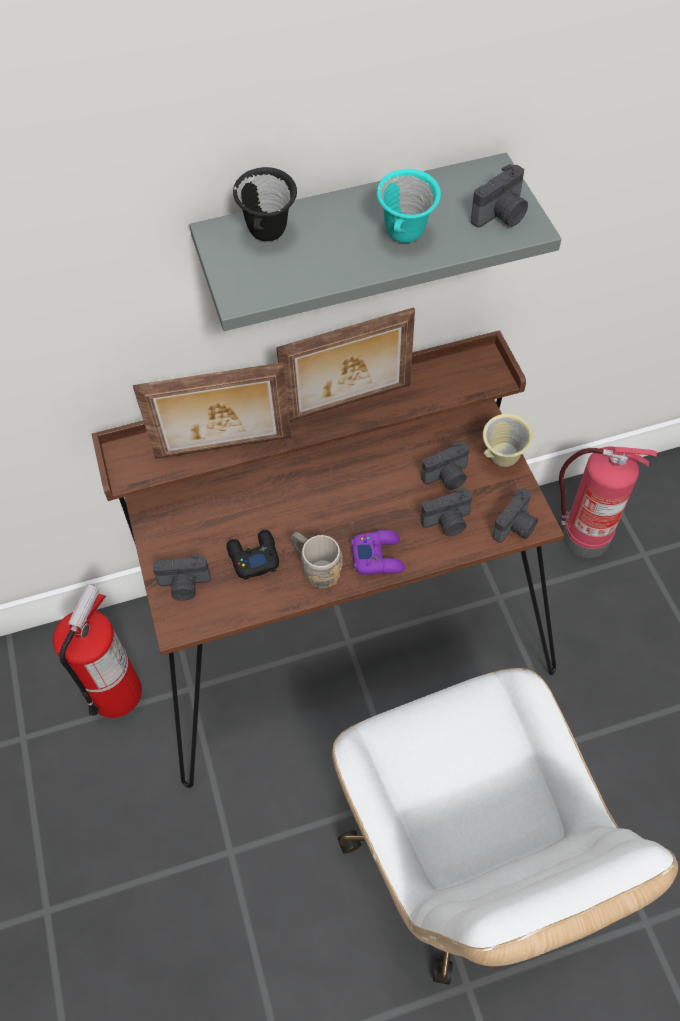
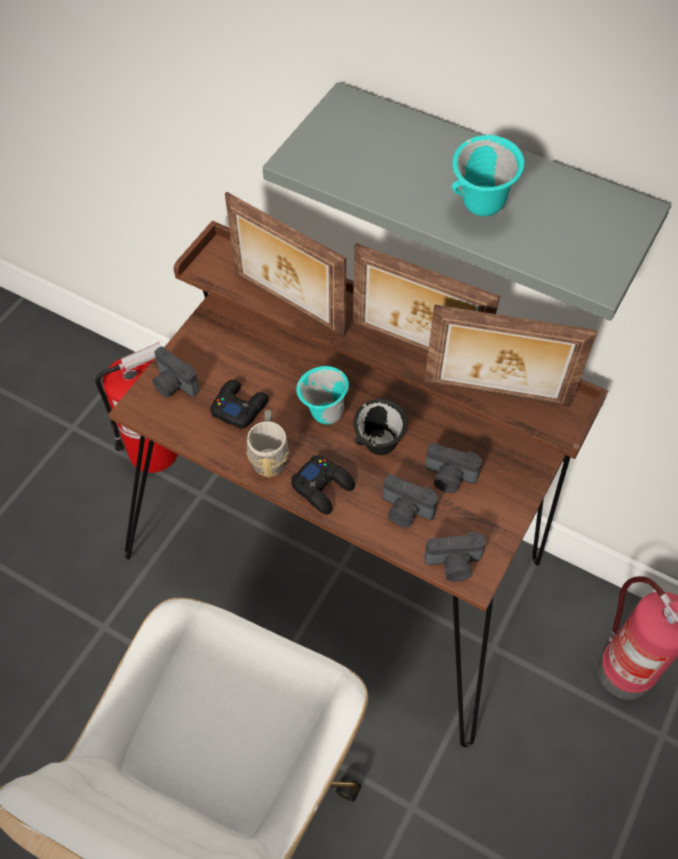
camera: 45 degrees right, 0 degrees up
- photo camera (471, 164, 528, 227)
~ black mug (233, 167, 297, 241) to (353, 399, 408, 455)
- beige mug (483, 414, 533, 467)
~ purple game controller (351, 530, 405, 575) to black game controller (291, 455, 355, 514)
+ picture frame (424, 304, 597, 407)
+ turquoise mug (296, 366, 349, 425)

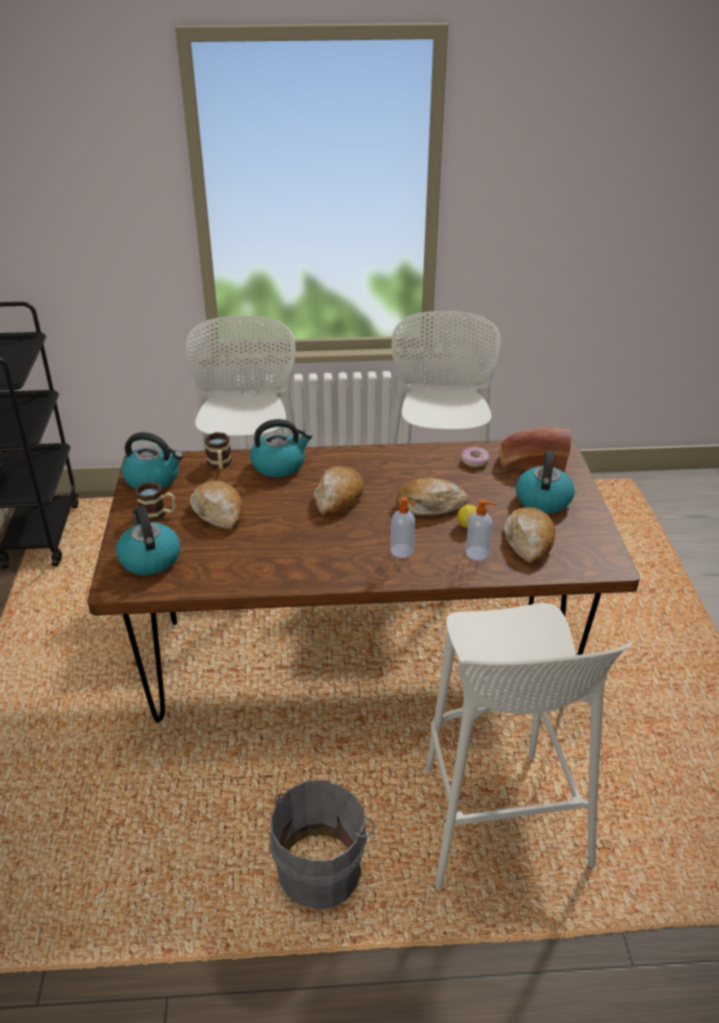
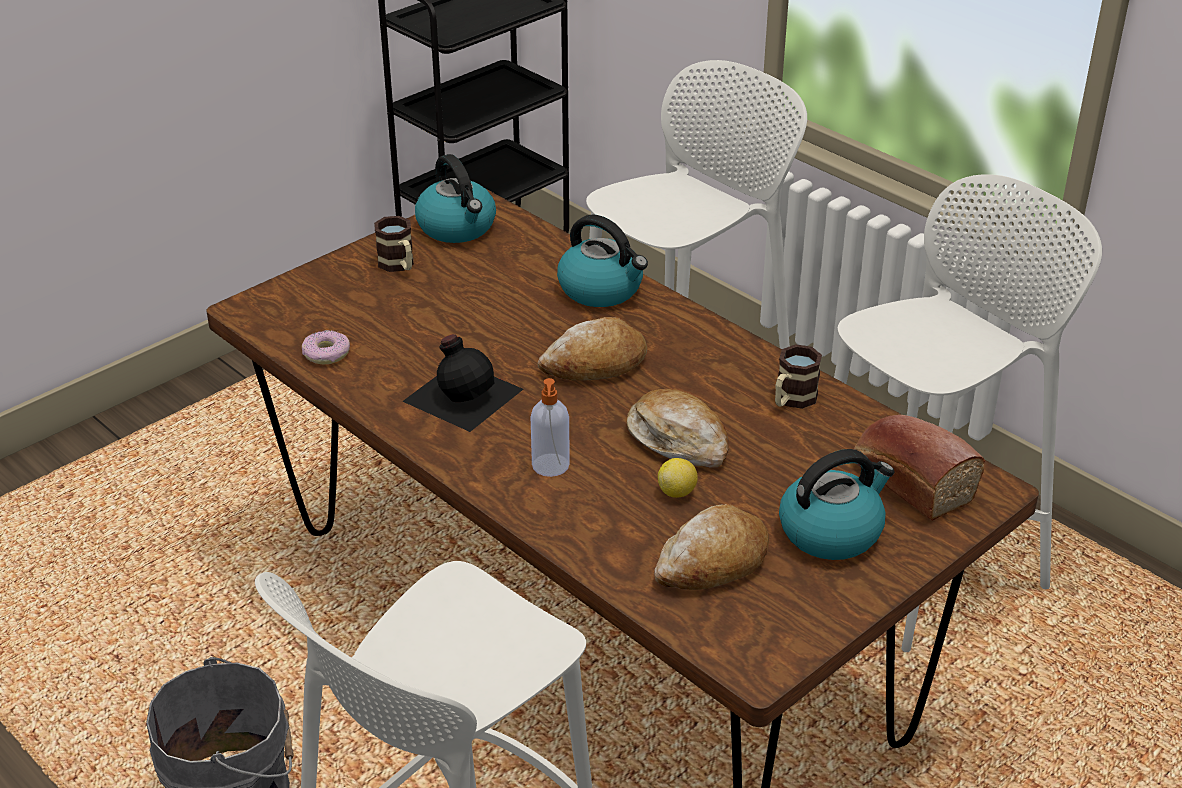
camera: 50 degrees right, 0 degrees up
~ mug (204, 432, 232, 469) to (775, 344, 822, 409)
~ donut (461, 447, 489, 467) to (302, 330, 350, 364)
- bread (190, 480, 243, 530)
- soap dispenser (466, 499, 497, 560)
- kettle (116, 506, 180, 575)
+ black bottle (402, 334, 523, 432)

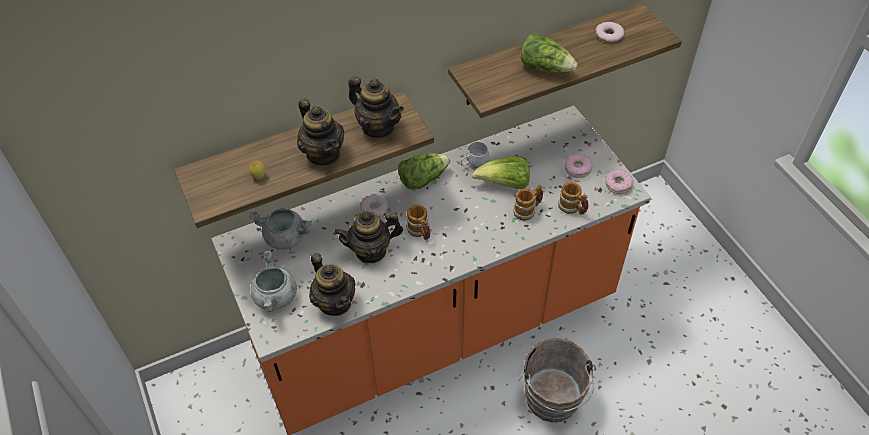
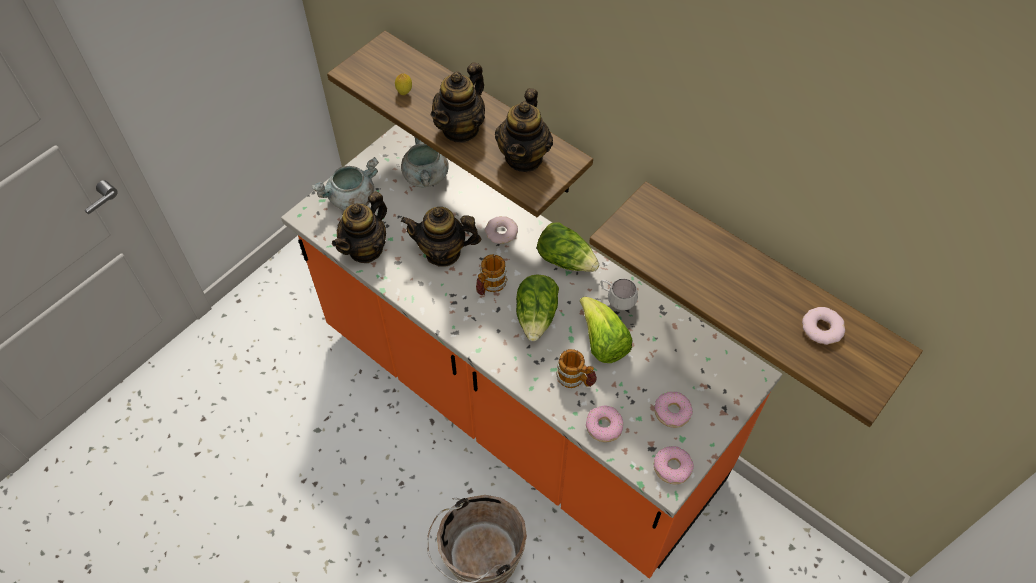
camera: 65 degrees right, 5 degrees up
~ lettuce (521, 33, 578, 73) to (516, 274, 559, 341)
~ mug (558, 182, 589, 215) to donut (586, 406, 623, 442)
~ teapot (334, 211, 403, 263) = (401, 207, 481, 266) 45 degrees counterclockwise

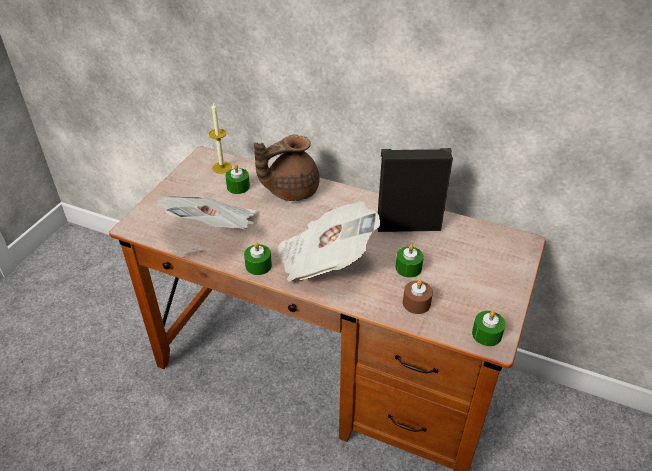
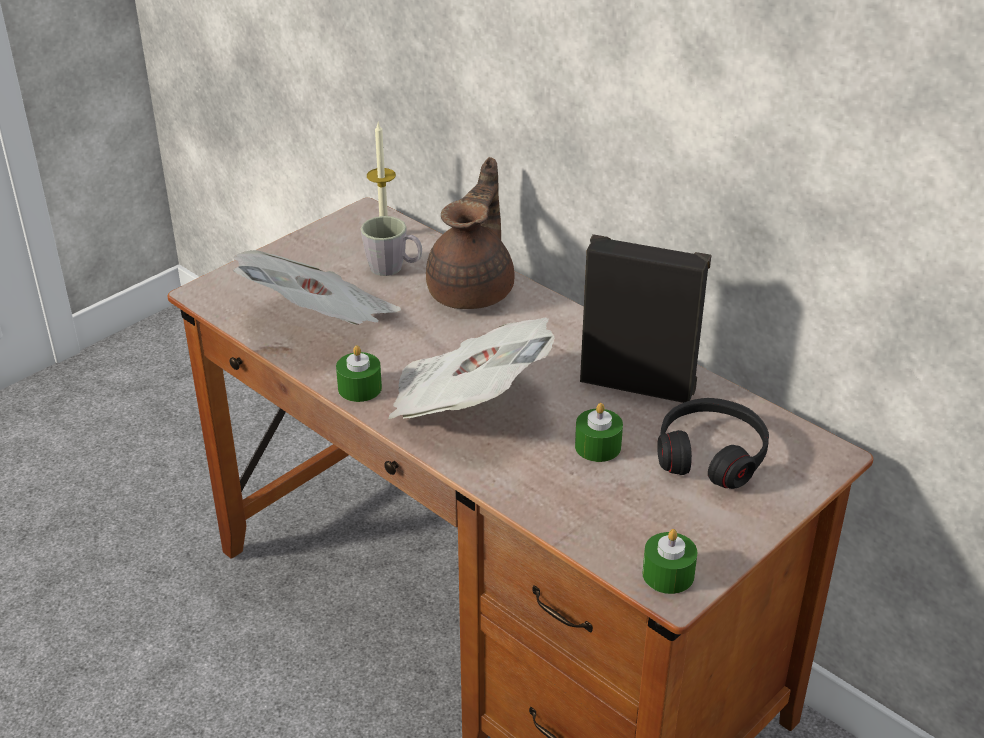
camera: 20 degrees right, 5 degrees down
~ brown teapot (254, 135, 320, 201) = (426, 157, 515, 309) 120 degrees clockwise
~ green candle (225, 165, 250, 194) to grey mug (361, 216, 422, 276)
- brown candle (403, 280, 433, 314)
+ black headphones (657, 398, 769, 489)

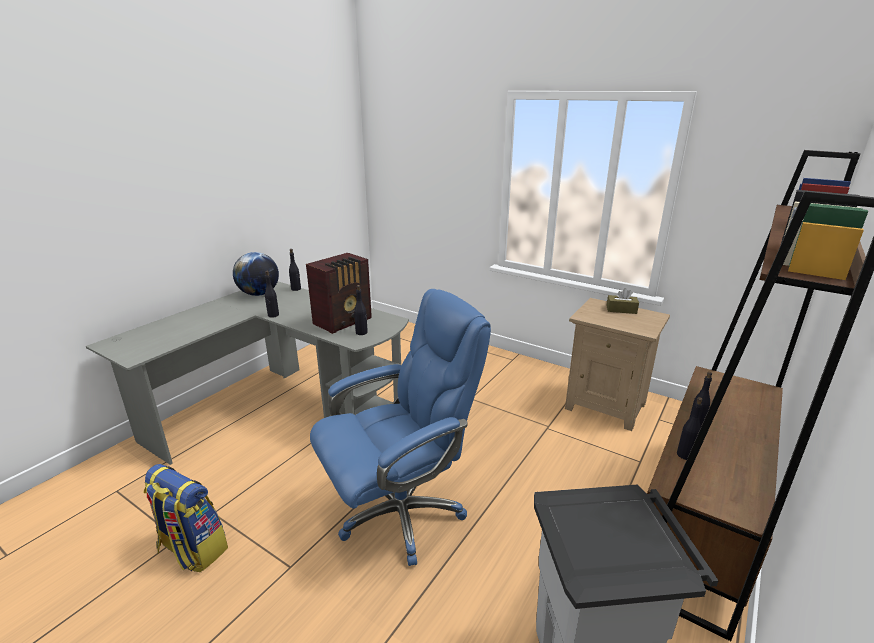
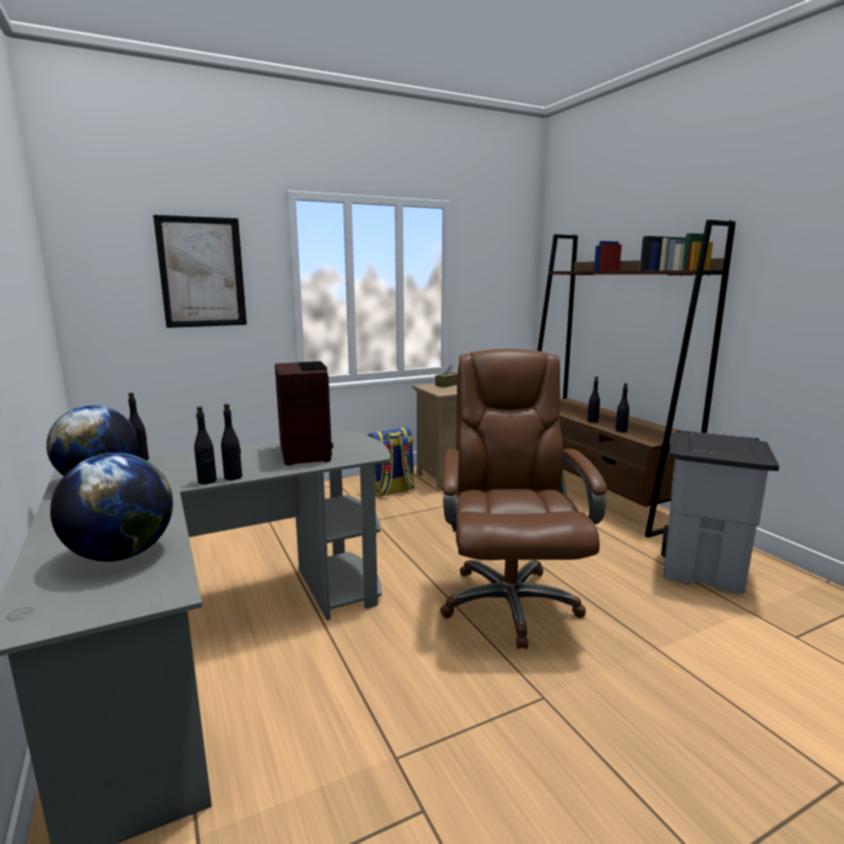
camera: 60 degrees left, 10 degrees down
~ black bottle (354, 285, 368, 335) to (221, 404, 242, 480)
~ blue office chair (310, 289, 491, 566) to brown office chair (440, 349, 607, 649)
~ backpack (144, 464, 228, 572) to (368, 427, 415, 497)
+ picture (153, 215, 247, 328)
+ globe (50, 453, 173, 561)

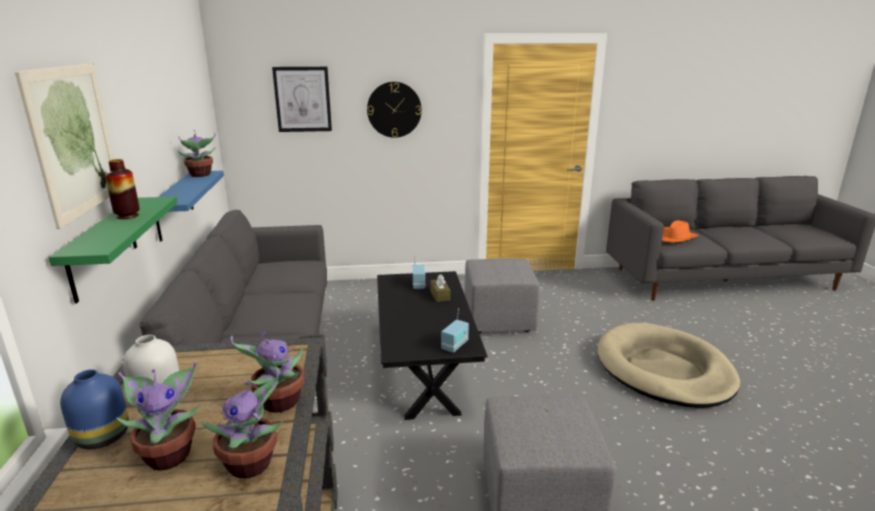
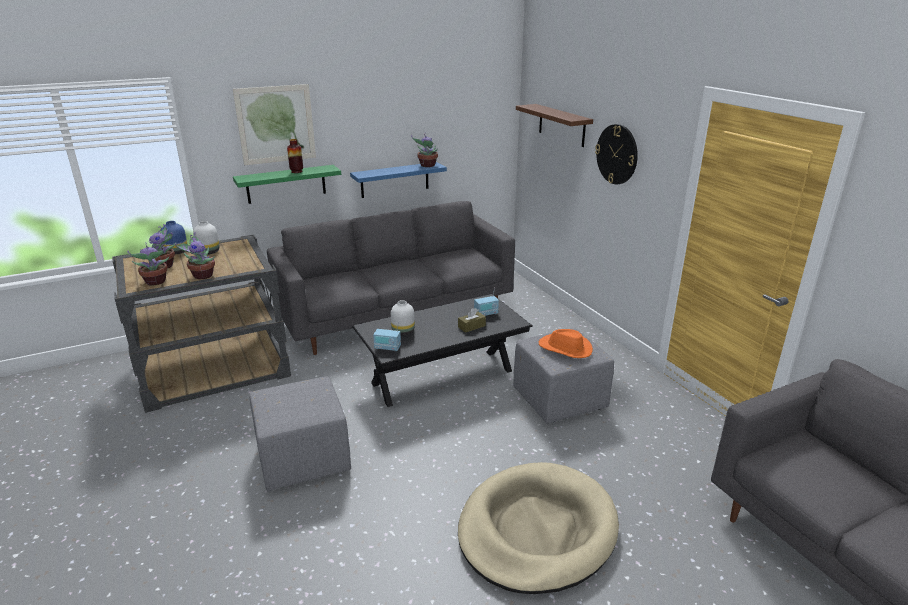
camera: 70 degrees right, 5 degrees up
~ picture (272, 67, 332, 132) to brown shelf (516, 104, 593, 147)
~ orange hat (662, 221, 699, 243) to (539, 329, 593, 358)
+ white vase (391, 300, 415, 335)

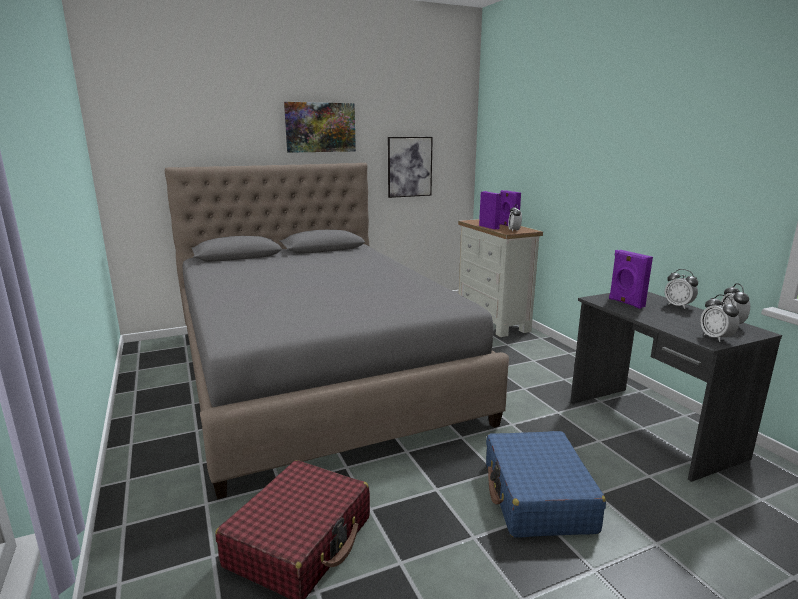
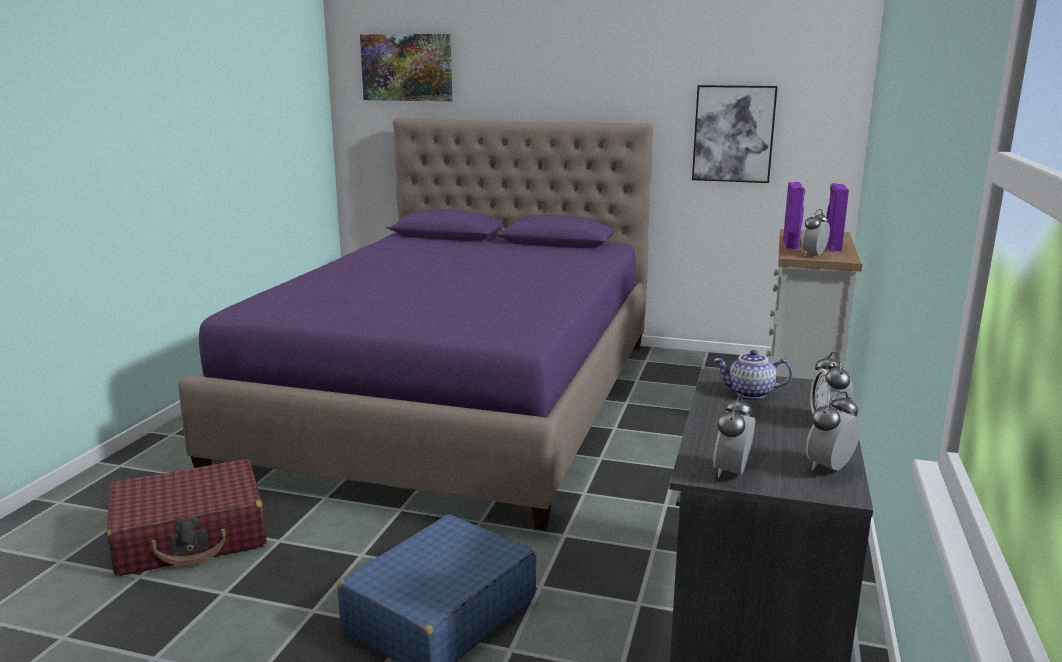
camera: 40 degrees right, 0 degrees up
~ picture (284, 102, 356, 153) to (360, 34, 452, 101)
~ grey bed (164, 163, 509, 499) to purple bed (178, 118, 653, 530)
~ purple speaker (609, 250, 653, 309) to teapot (714, 350, 792, 399)

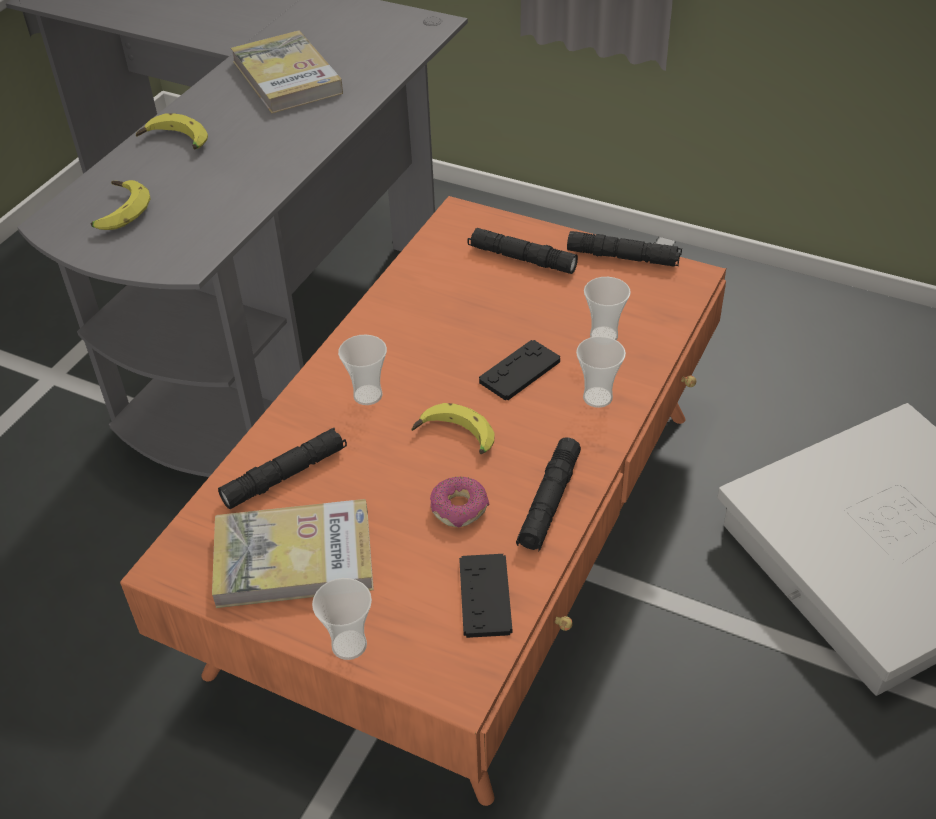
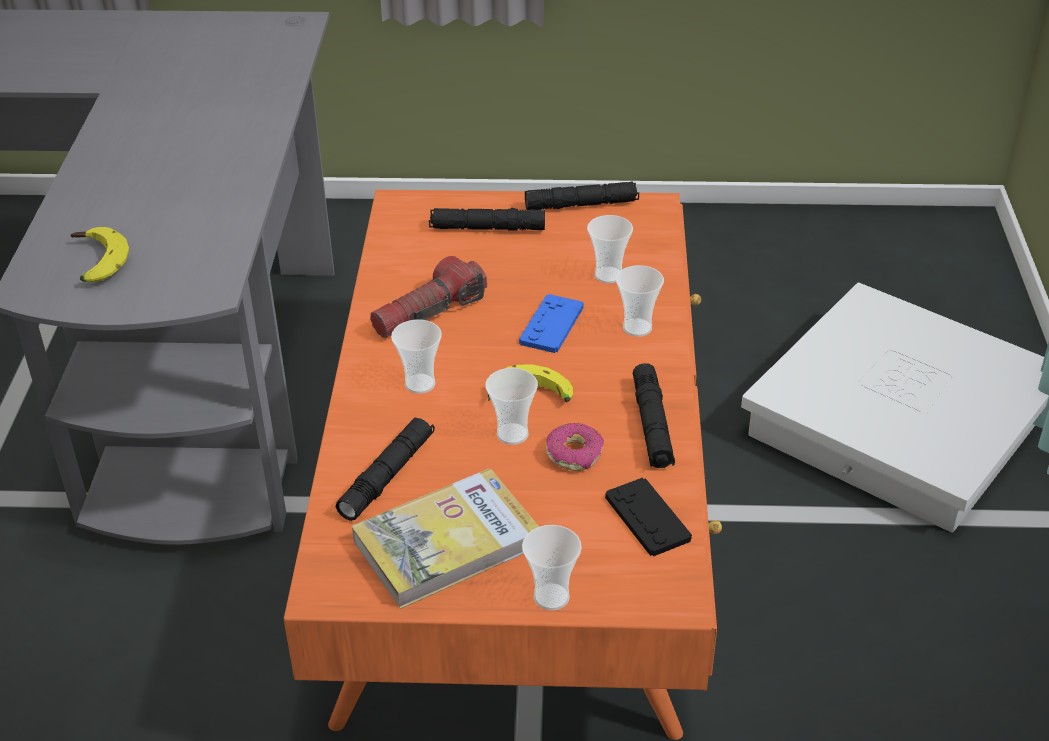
camera: 25 degrees left, 5 degrees down
- book (231, 30, 343, 113)
- banana (136, 113, 208, 149)
~ black game controller (479, 340, 560, 400) to blue game controller (519, 294, 584, 353)
+ flashlight (370, 256, 487, 338)
+ cup (485, 368, 538, 445)

